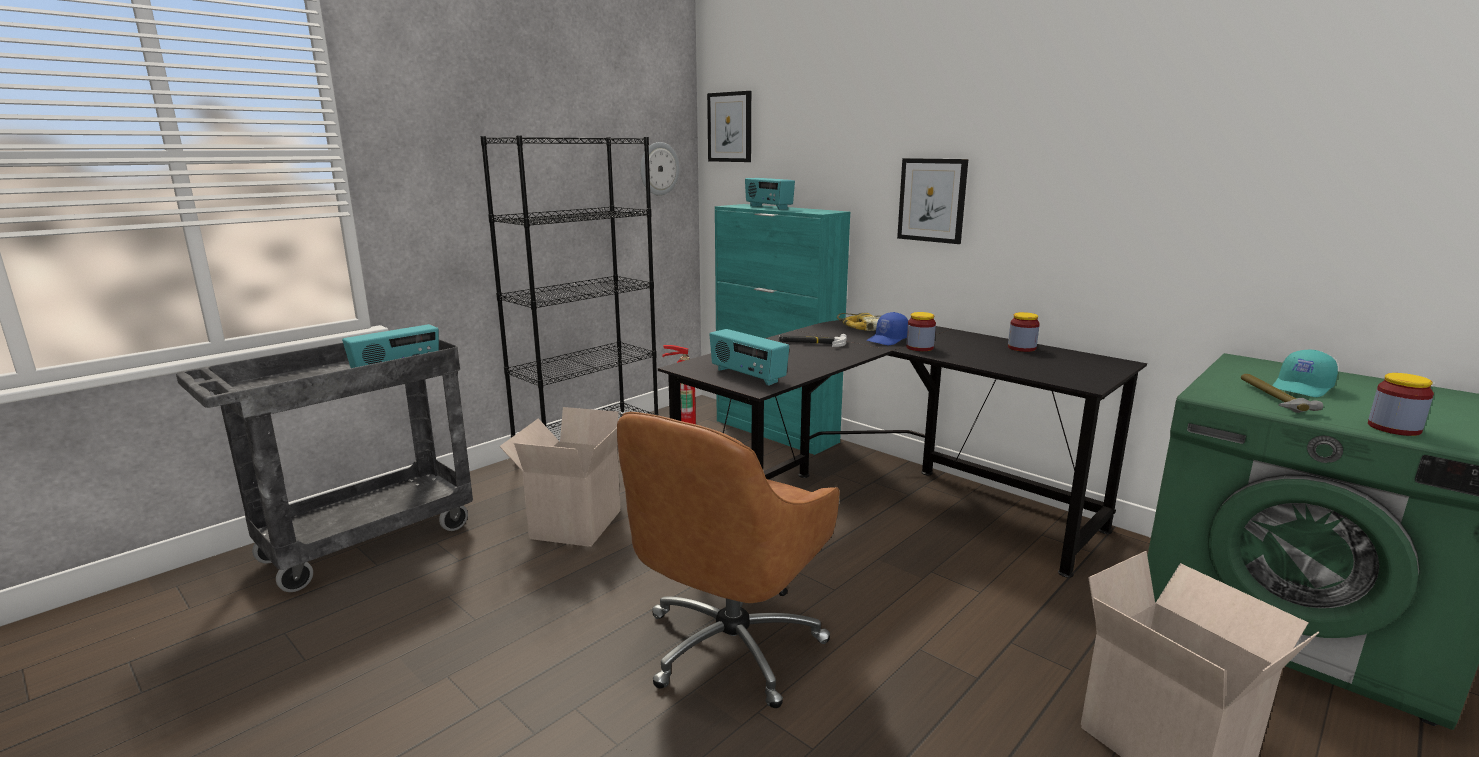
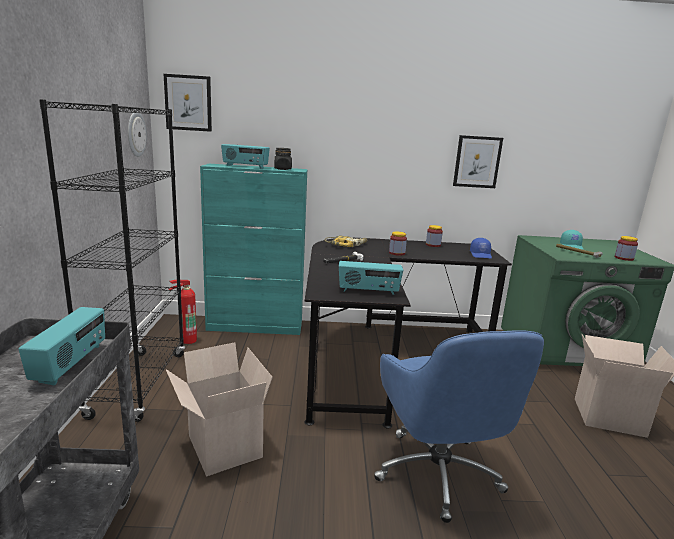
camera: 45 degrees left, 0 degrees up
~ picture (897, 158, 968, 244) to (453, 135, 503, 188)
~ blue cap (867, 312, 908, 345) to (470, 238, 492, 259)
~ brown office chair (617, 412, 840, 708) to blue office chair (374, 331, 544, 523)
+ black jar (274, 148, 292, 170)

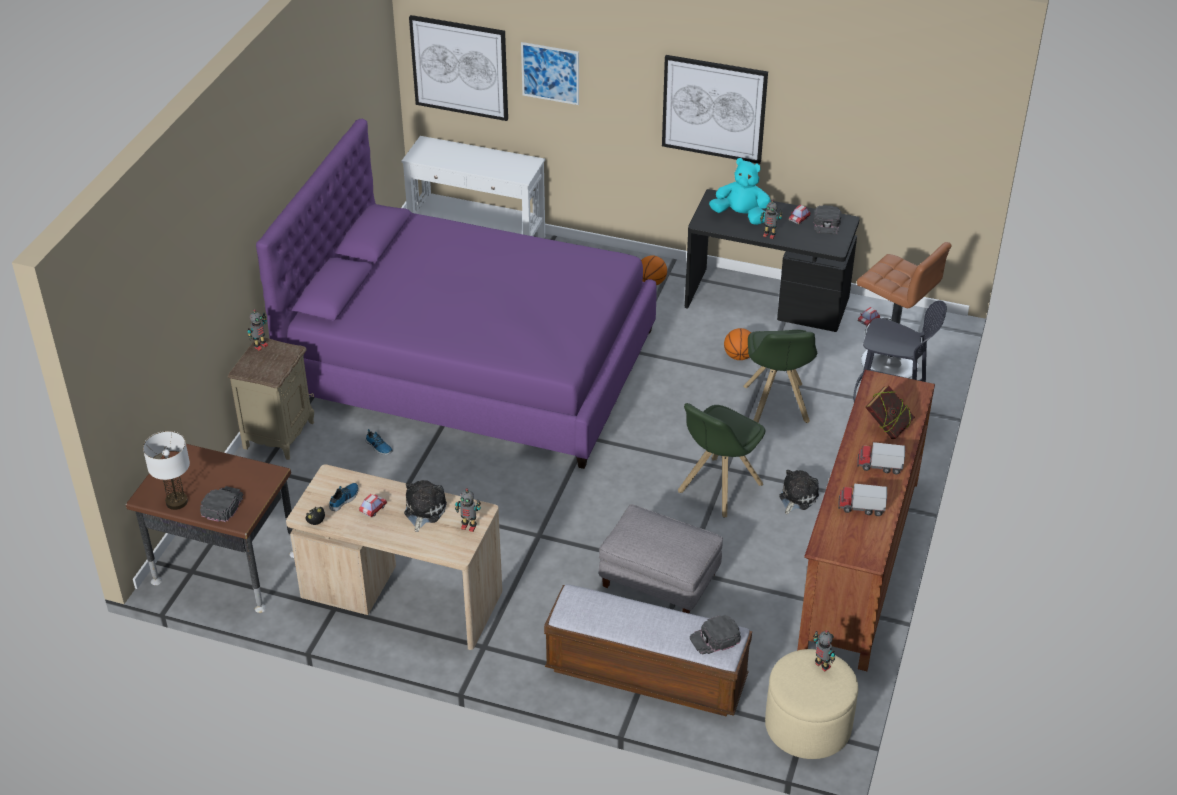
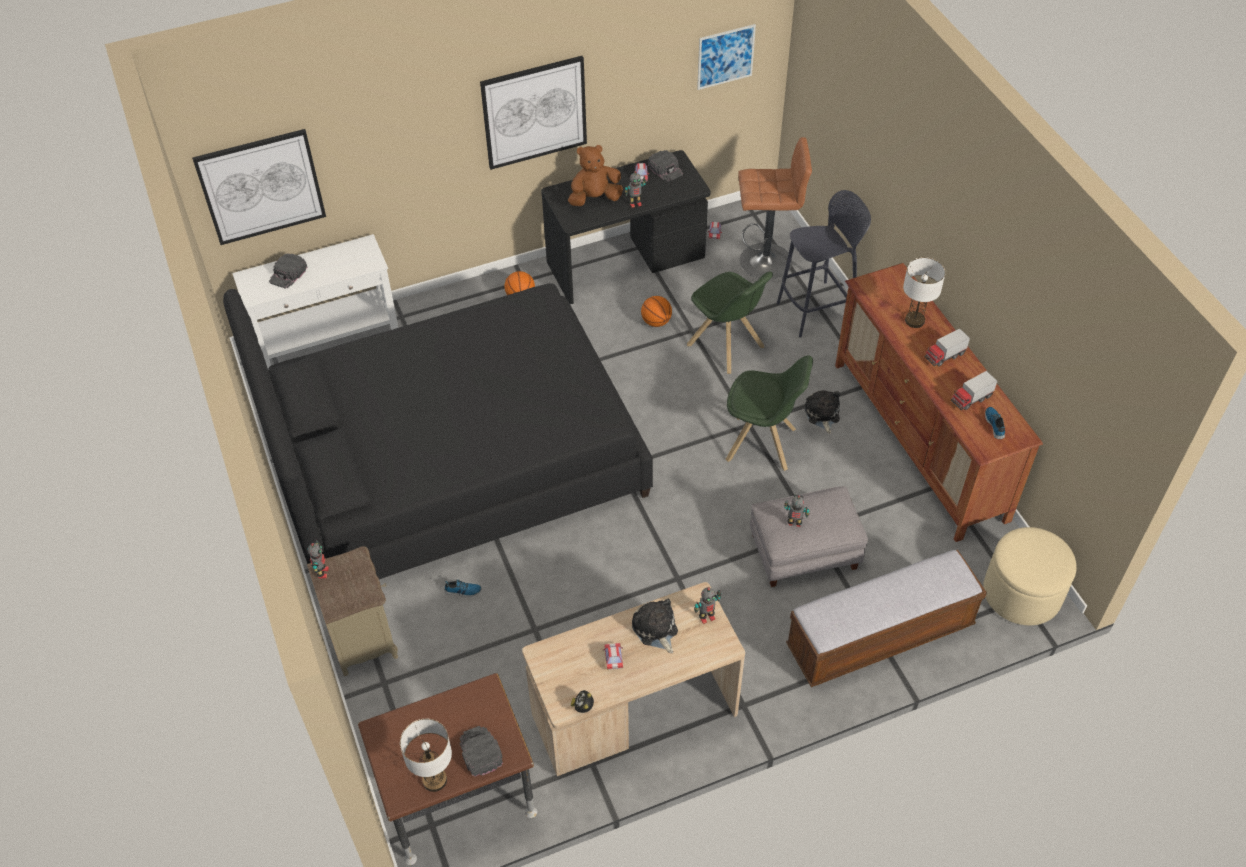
camera: 40 degrees left, 10 degrees up
~ picture (521, 42, 579, 105) to (697, 24, 756, 90)
~ purple bed (256, 119, 657, 469) to black bed (223, 283, 653, 579)
~ turquoise plush toy (709, 158, 771, 225) to brown plush toy (568, 145, 623, 206)
~ book (865, 385, 915, 439) to table lamp (903, 257, 946, 328)
~ green chair (678, 403, 765, 518) = (726, 355, 813, 471) 75 degrees counterclockwise
~ shoe (329, 483, 359, 511) to (985, 407, 1005, 439)
~ black cap (690, 615, 741, 655) to (269, 253, 307, 289)
~ toy robot (813, 630, 835, 672) to (784, 495, 809, 527)

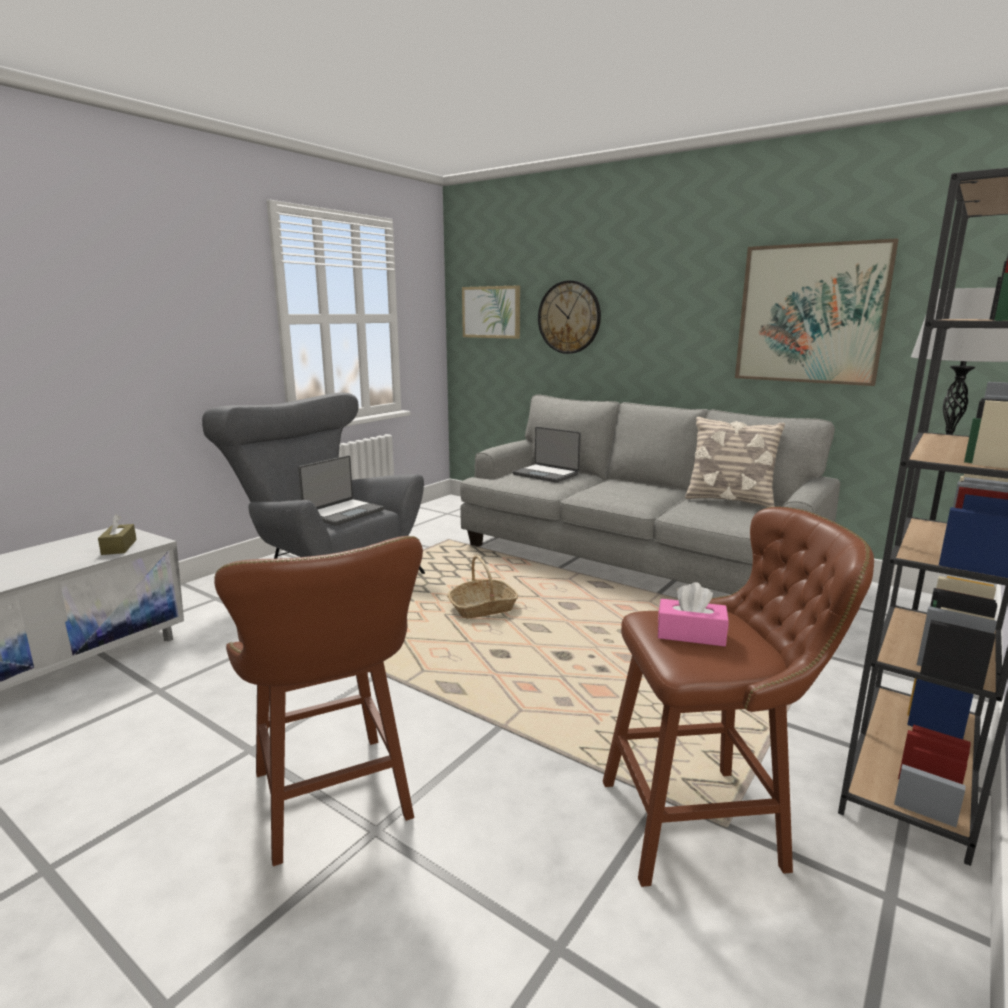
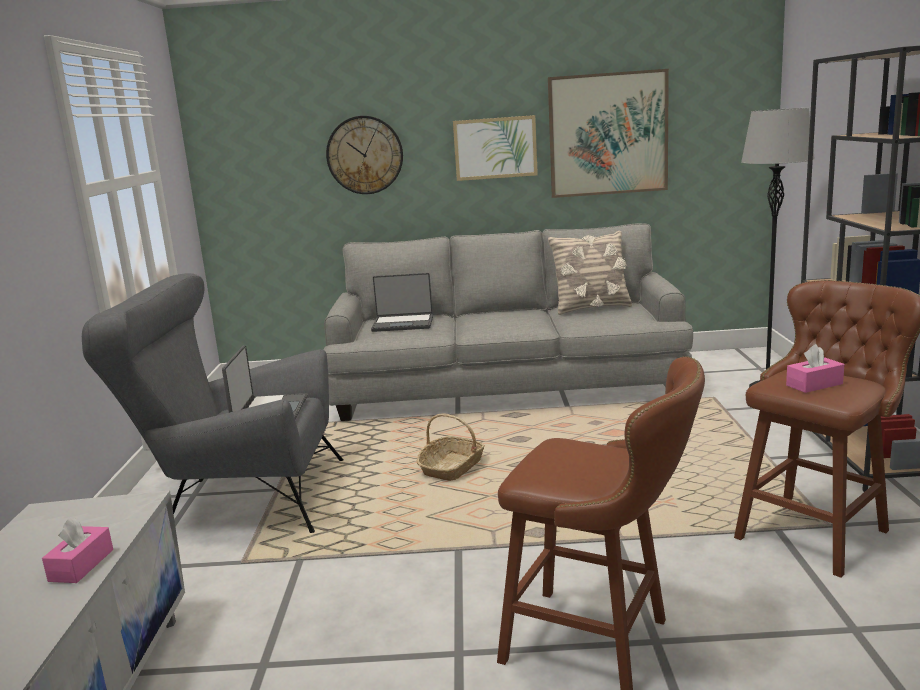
camera: 35 degrees left, 0 degrees up
~ picture (462, 286, 520, 339) to (453, 115, 538, 181)
- brown tissue box (98, 514, 137, 555)
+ pink tissue box (42, 518, 113, 583)

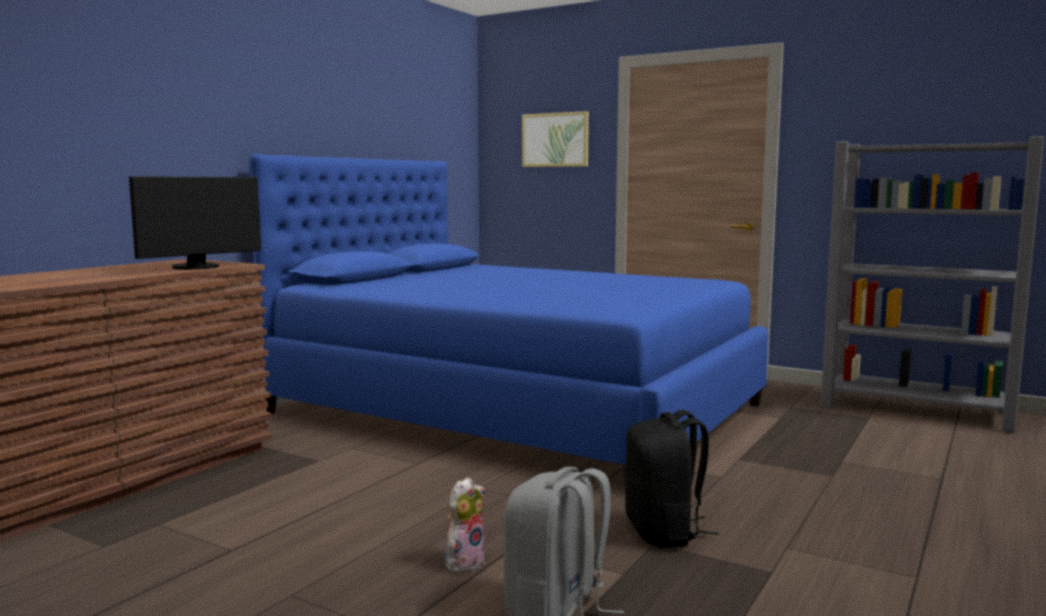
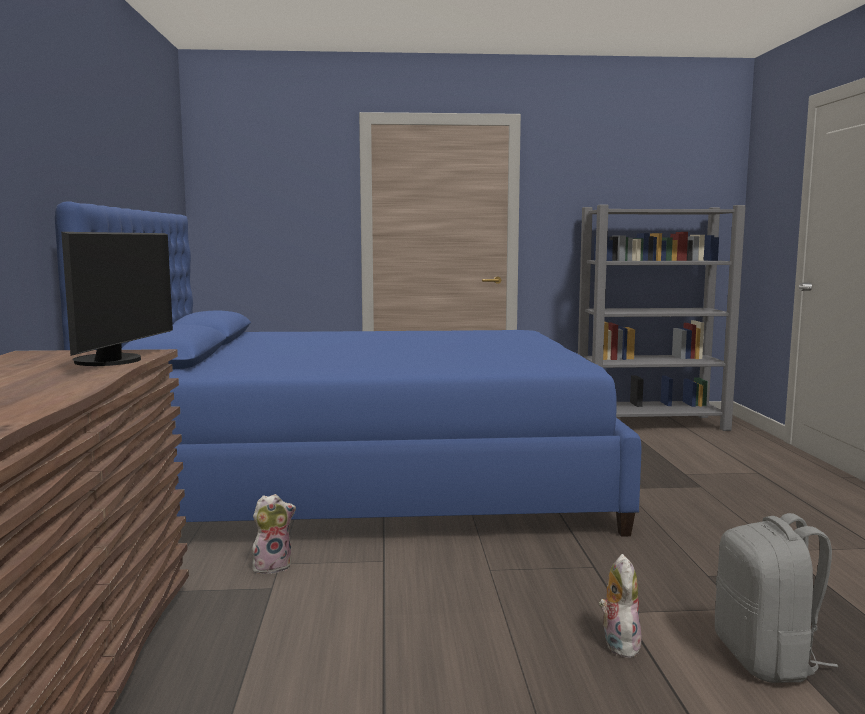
camera: 35 degrees left, 0 degrees up
- picture (522, 111, 589, 167)
- black backpack (624, 410, 719, 547)
+ plush toy (252, 494, 296, 574)

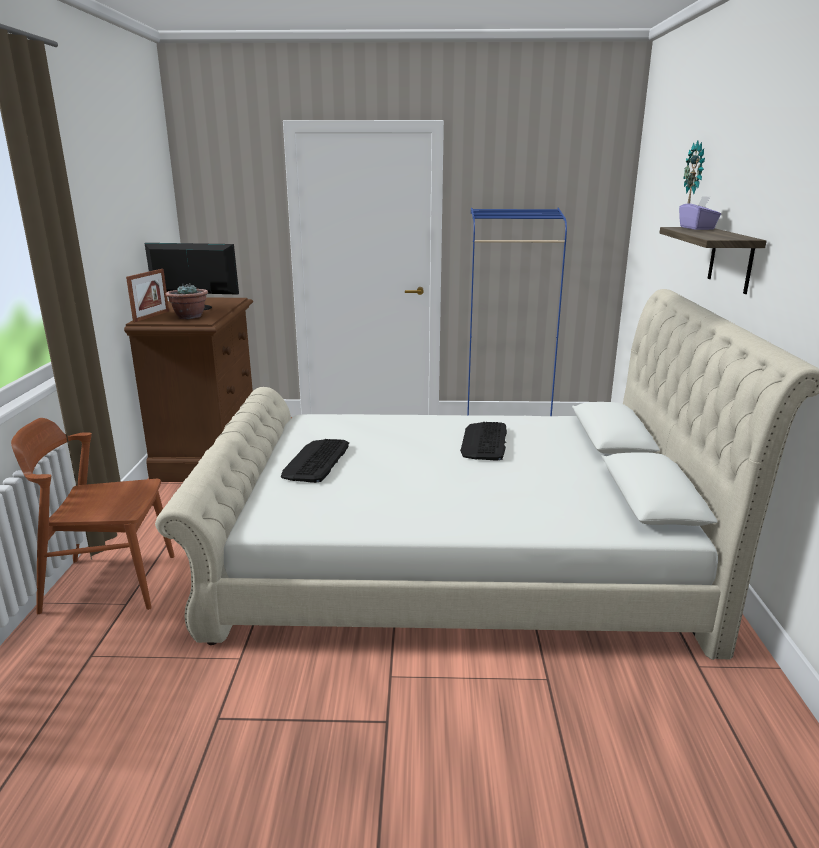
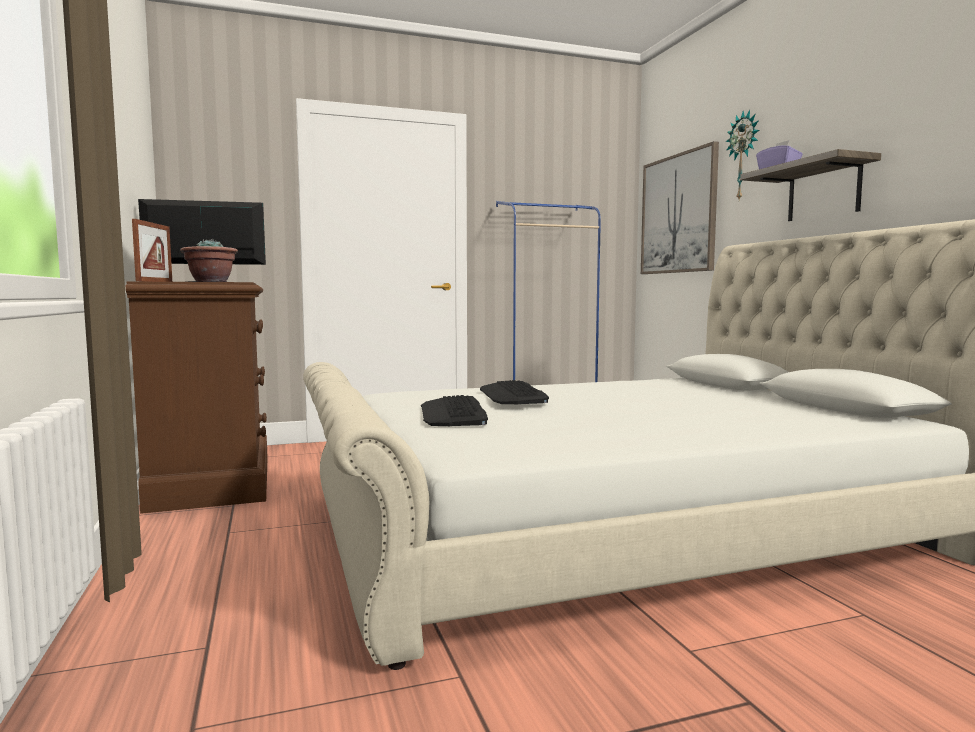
camera: 20 degrees left, 15 degrees down
- brown chair (11, 418, 175, 614)
~ keyboard (460, 422, 507, 461) to (480, 380, 549, 404)
+ picture (641, 141, 719, 274)

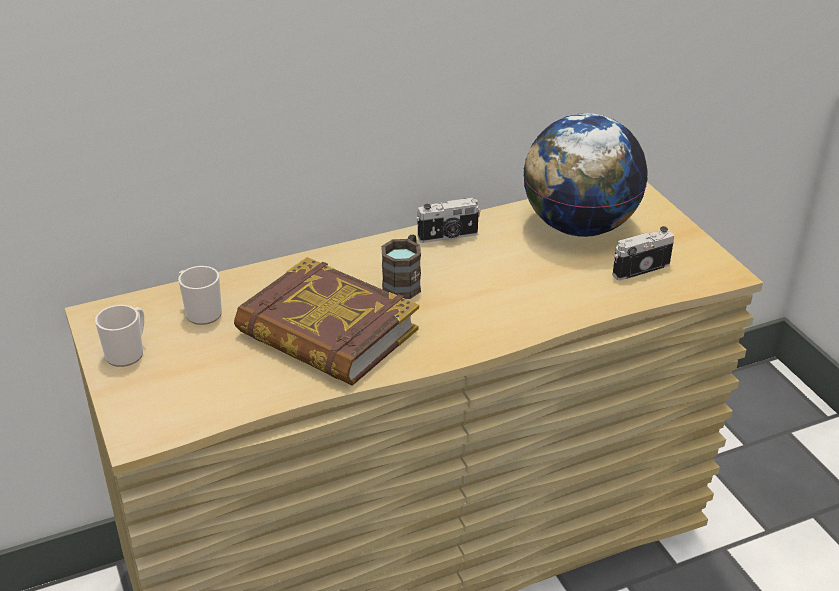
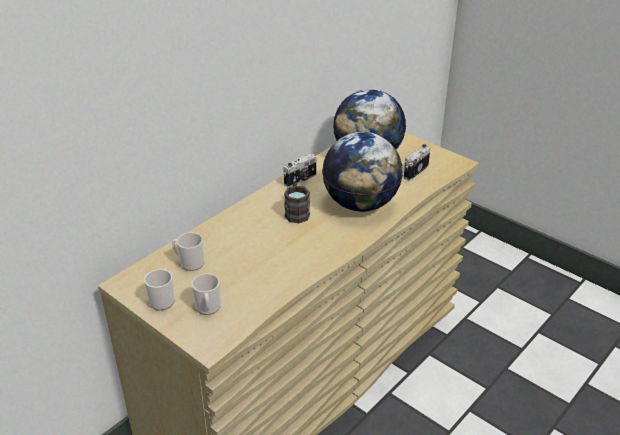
camera: 25 degrees left, 0 degrees up
- book (234, 257, 419, 386)
+ globe (322, 132, 403, 212)
+ mug (191, 273, 221, 315)

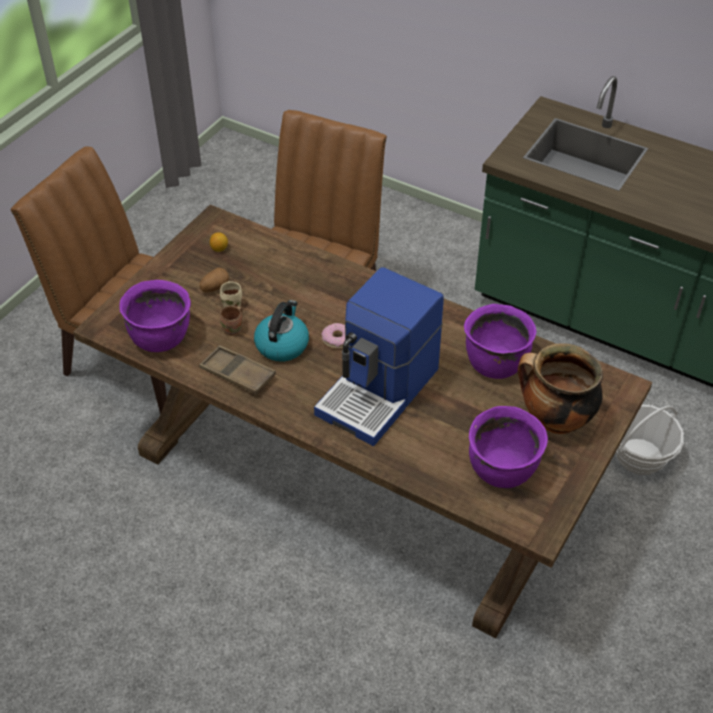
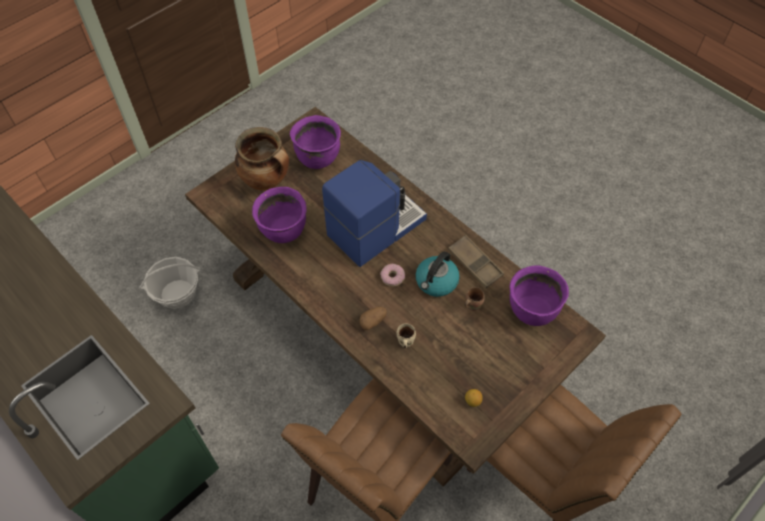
camera: 165 degrees left, 10 degrees up
~ potato (200, 267, 229, 292) to (360, 306, 387, 330)
~ beige mug (220, 281, 242, 307) to (397, 323, 416, 348)

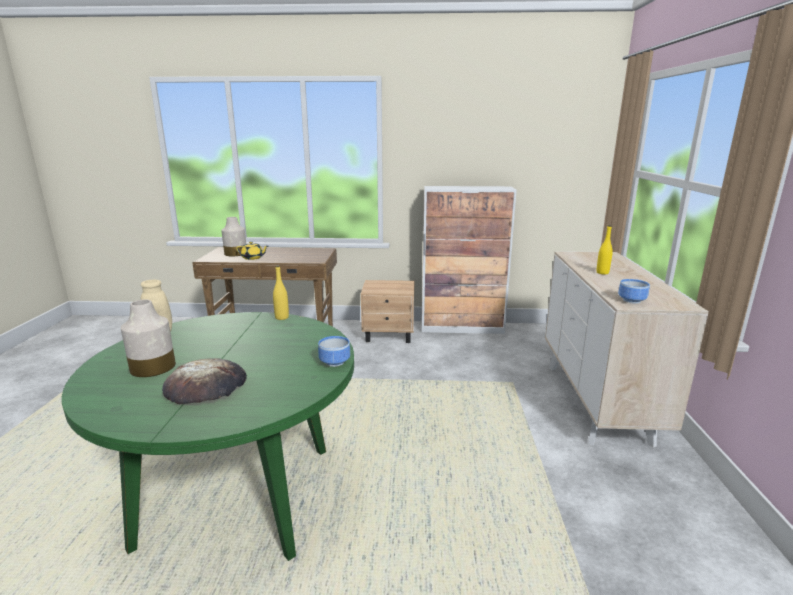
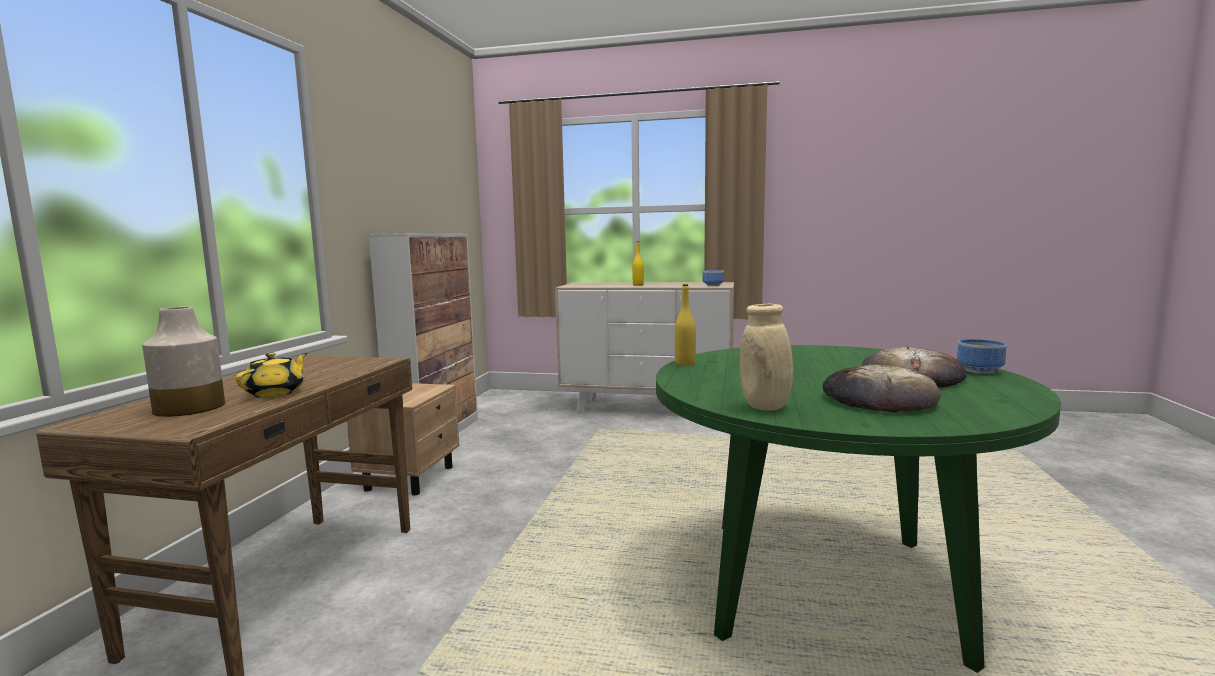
camera: 80 degrees left, 10 degrees down
~ beige vase (121, 299, 176, 377) to bread (822, 365, 941, 412)
~ bowl (318, 336, 350, 367) to (957, 339, 1006, 374)

